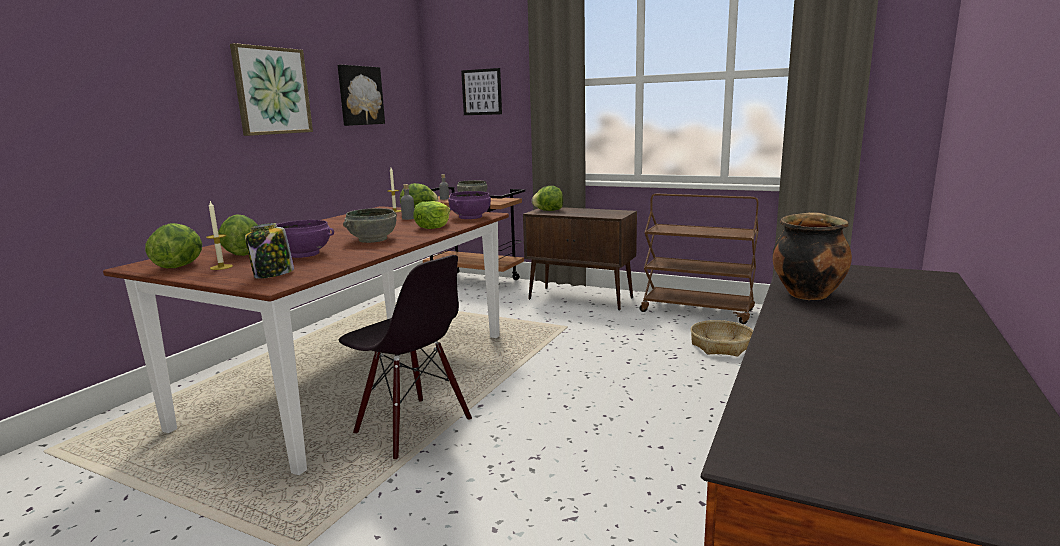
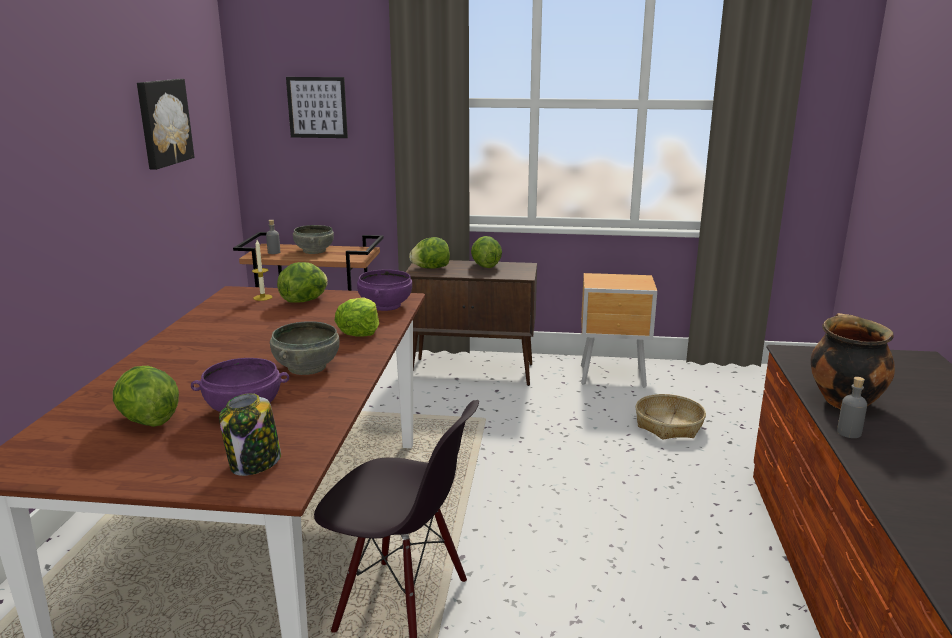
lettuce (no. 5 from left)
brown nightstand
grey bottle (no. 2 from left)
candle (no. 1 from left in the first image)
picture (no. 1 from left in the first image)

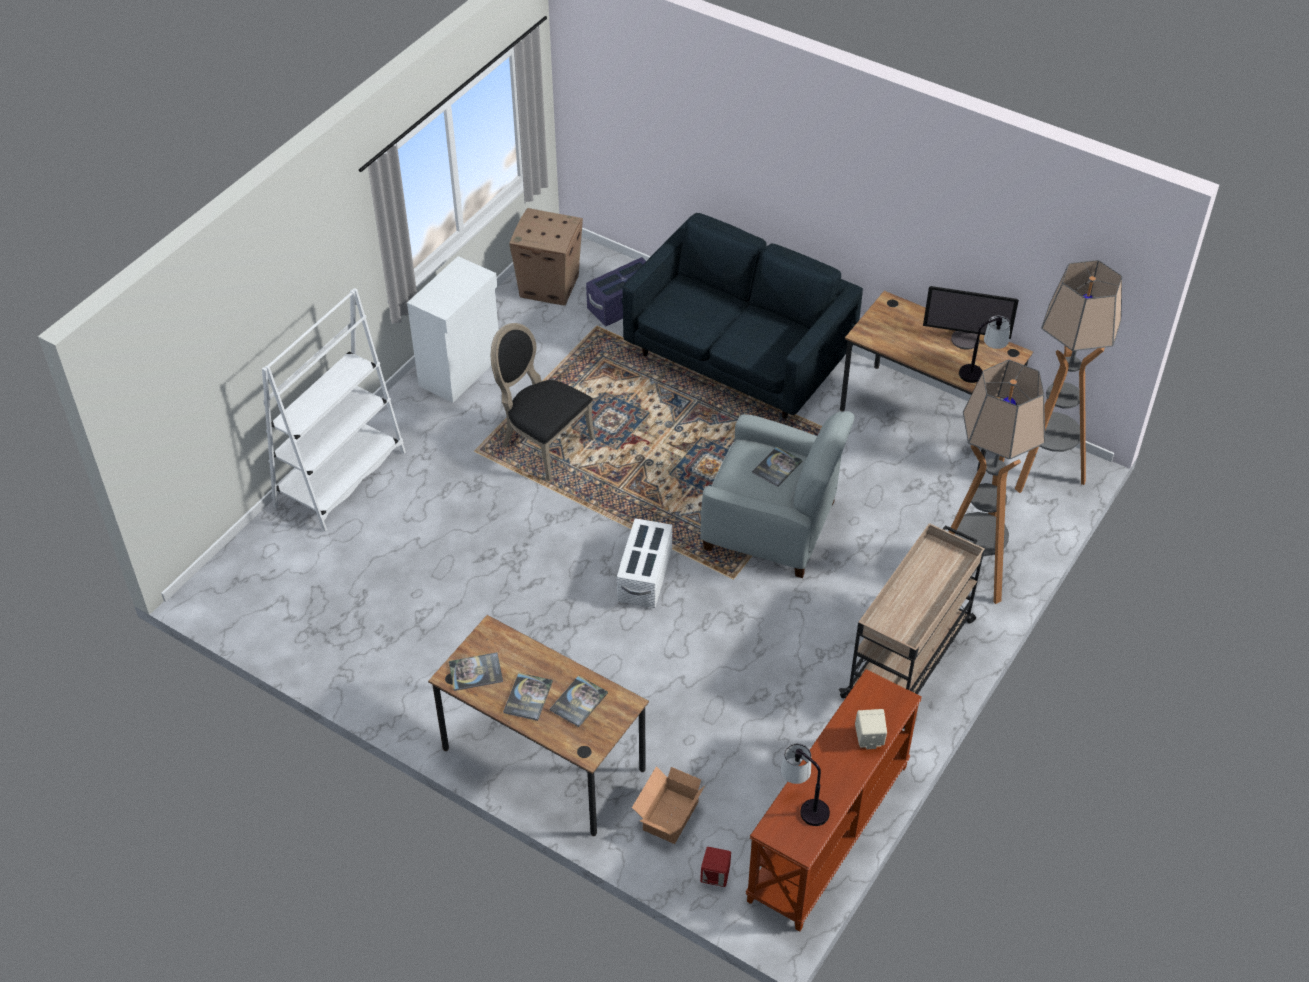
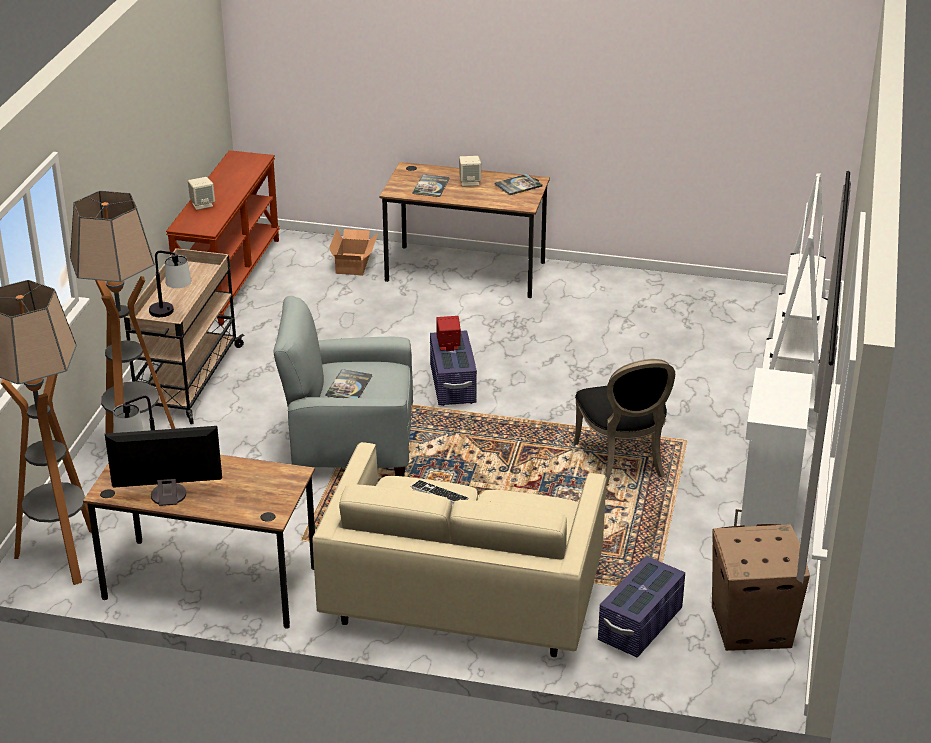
table lamp (no. 2 from left)
beige sofa
keyboard
purple storage box (no. 1 from left)
red speaker
beige speaker (no. 2 from left)
black chair

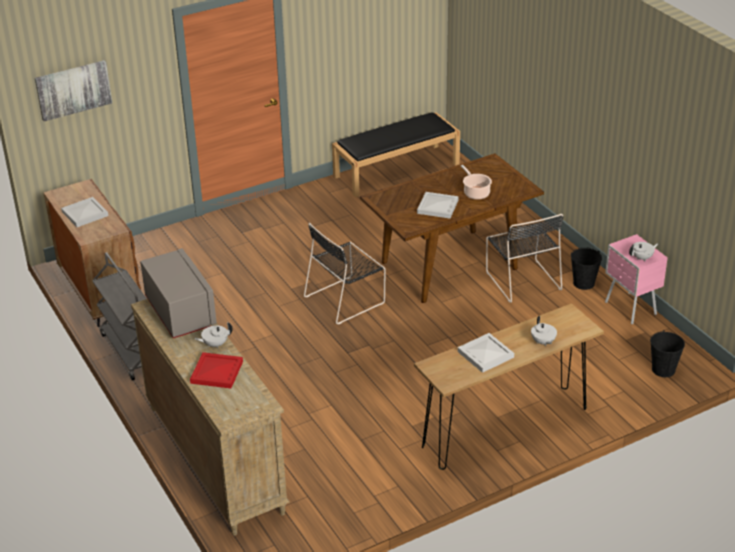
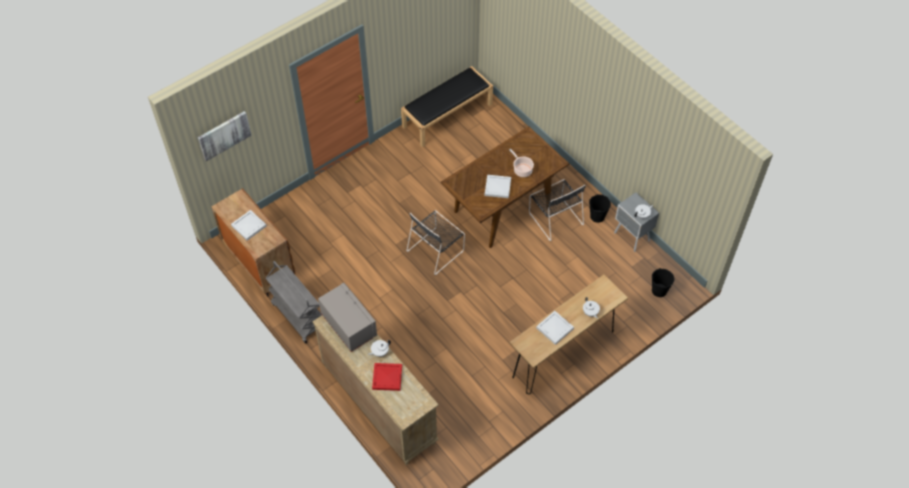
grey nightstand

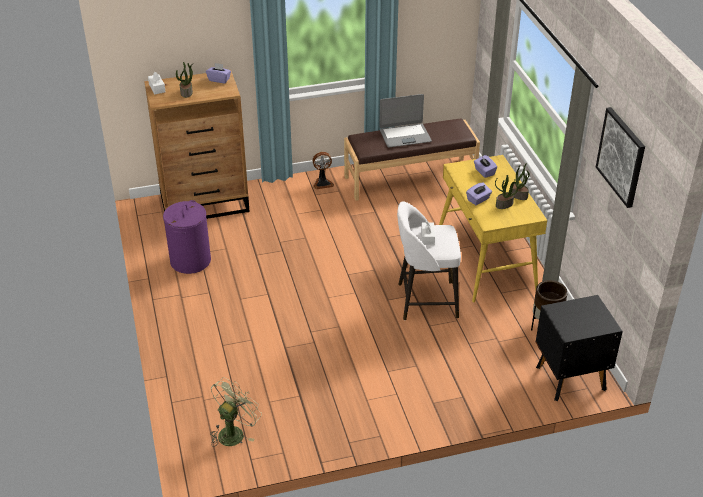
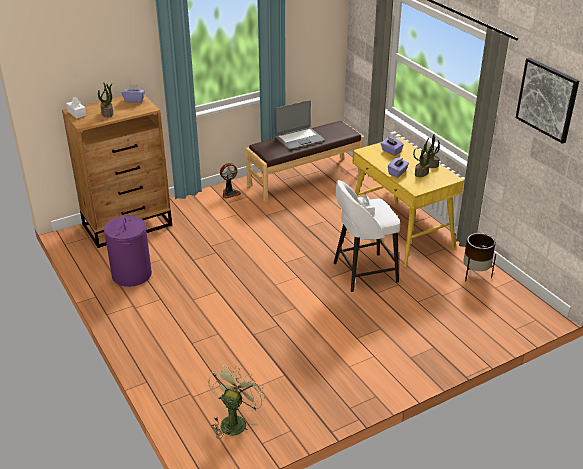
black nightstand

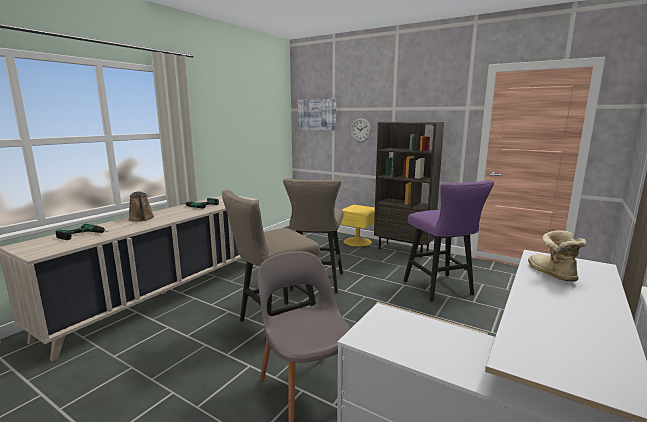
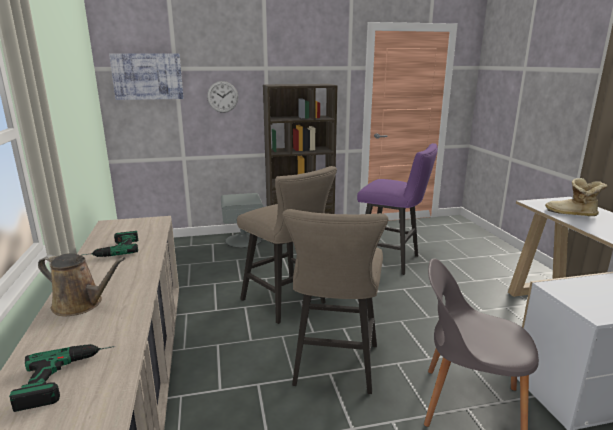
grey nightstand

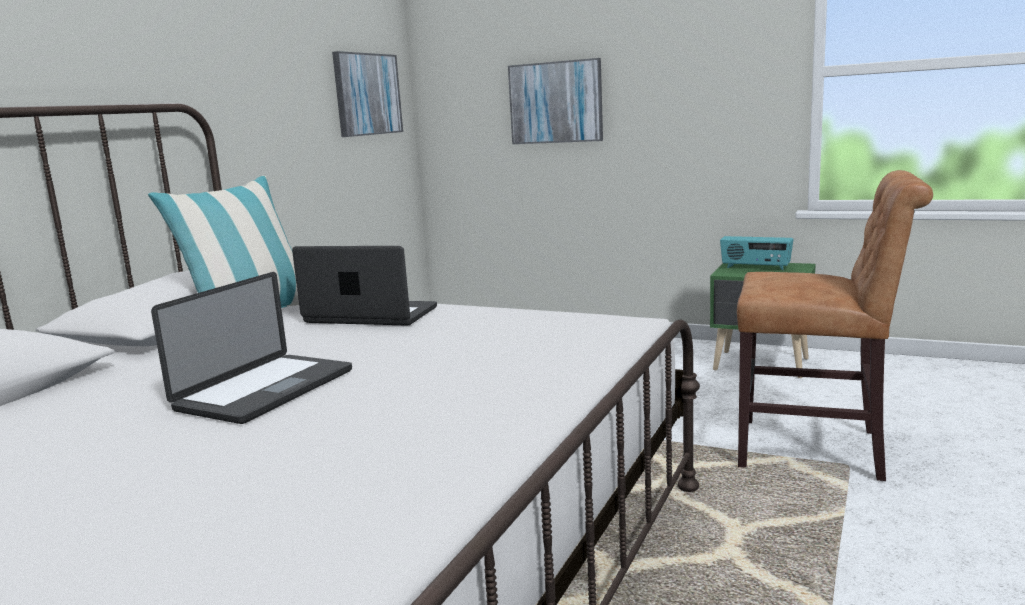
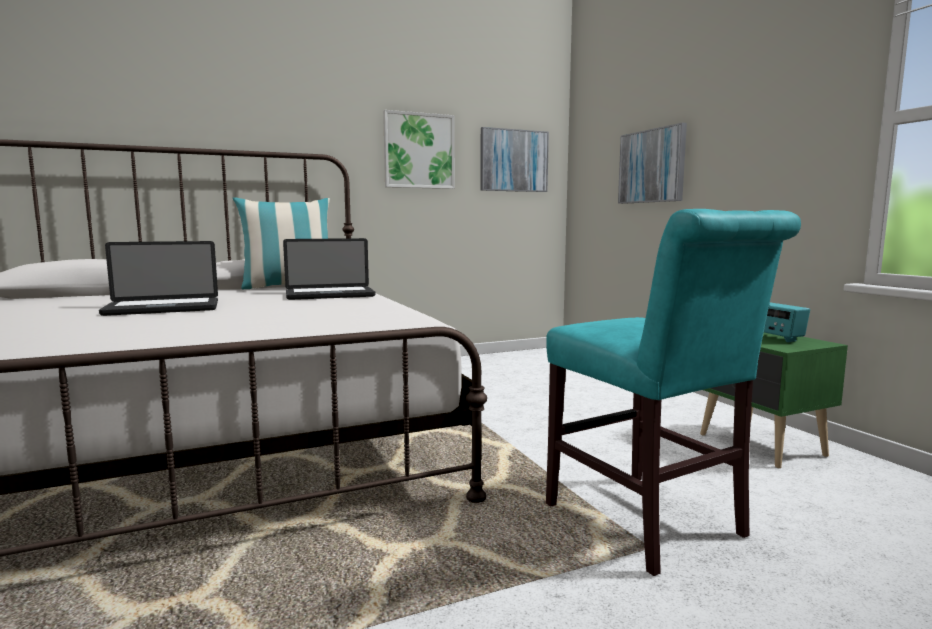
laptop (no. 2 from left)
picture (no. 1 from left)
turquoise chair

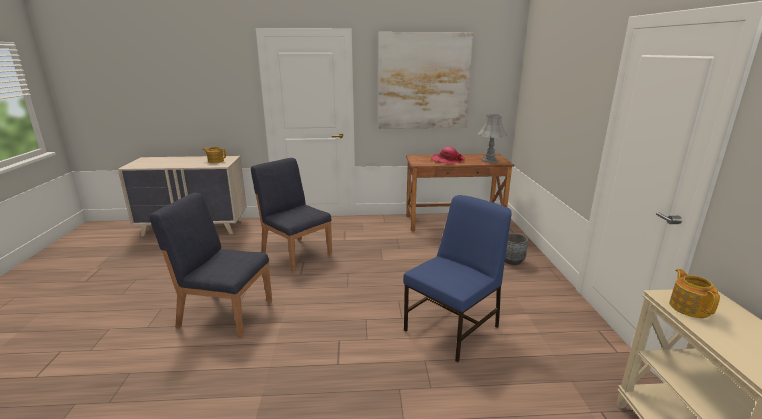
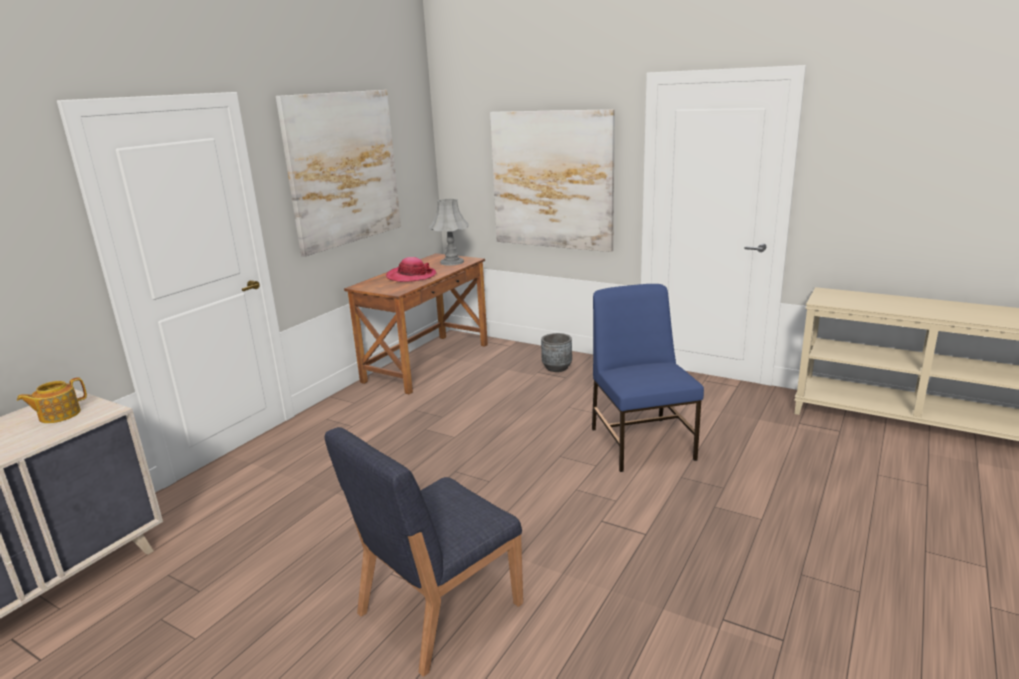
picture (no. 2 from left)
blue chair (no. 2 from left in the first image)
teapot (no. 2 from left in the first image)

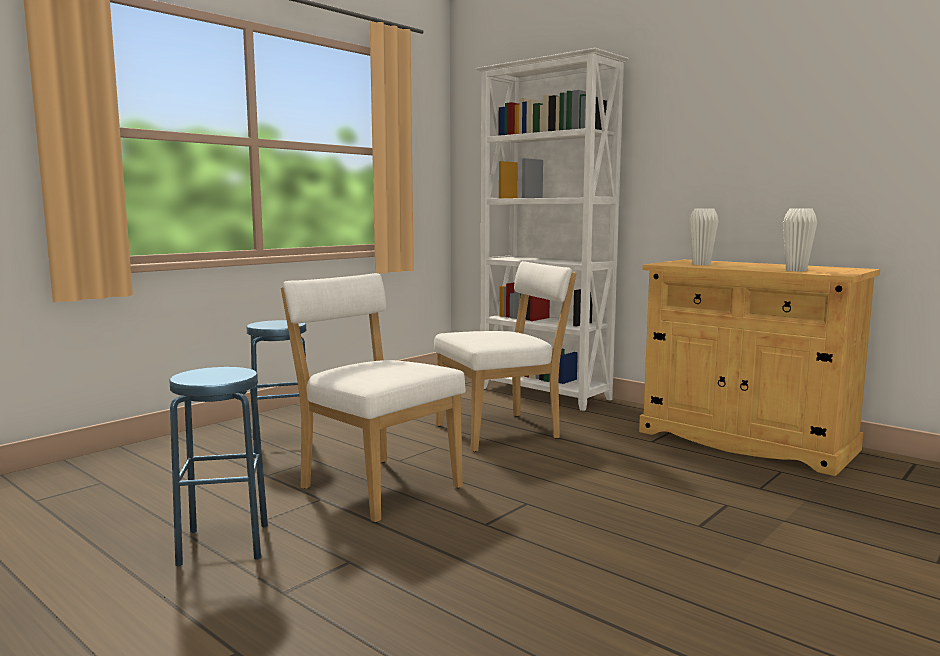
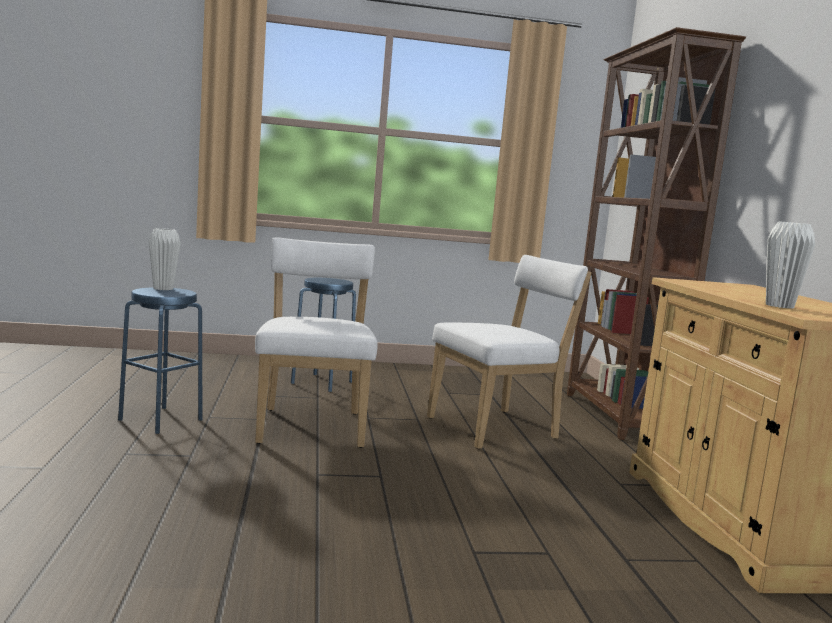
white vase (no. 1 from left)
white chair (no. 2 from left)
brown bookcase

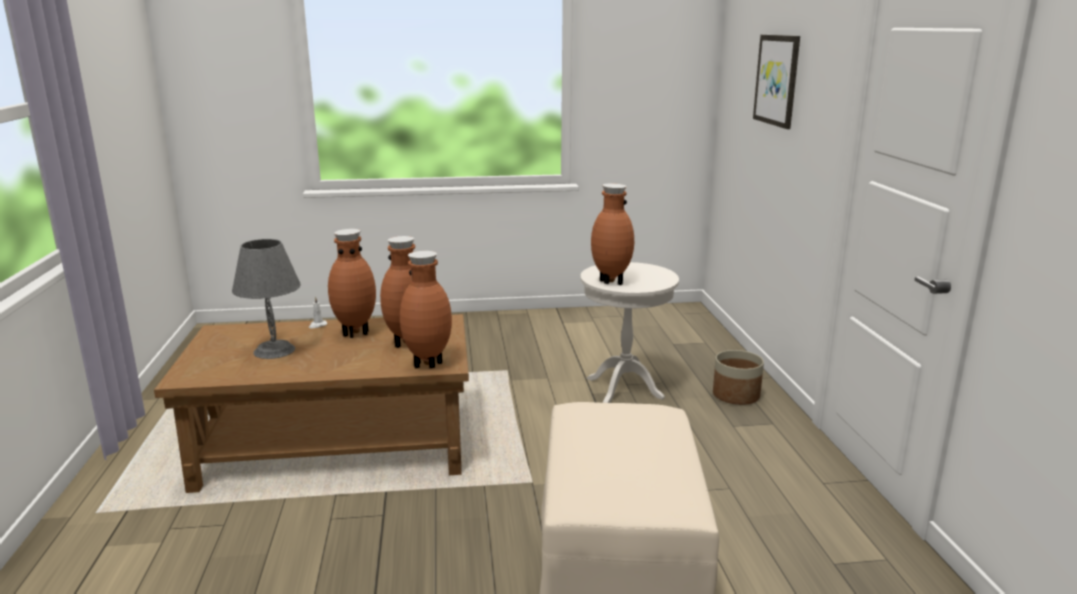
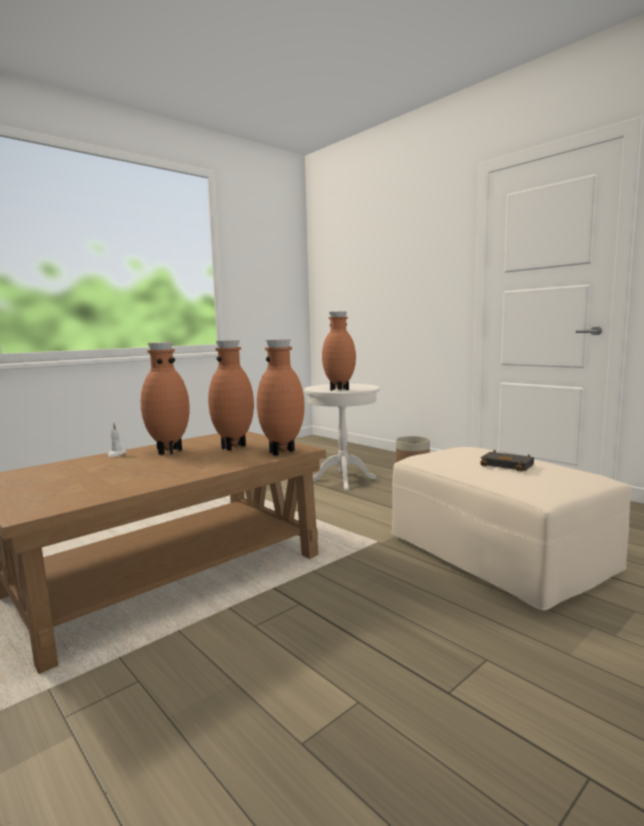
black book
grey table lamp
picture

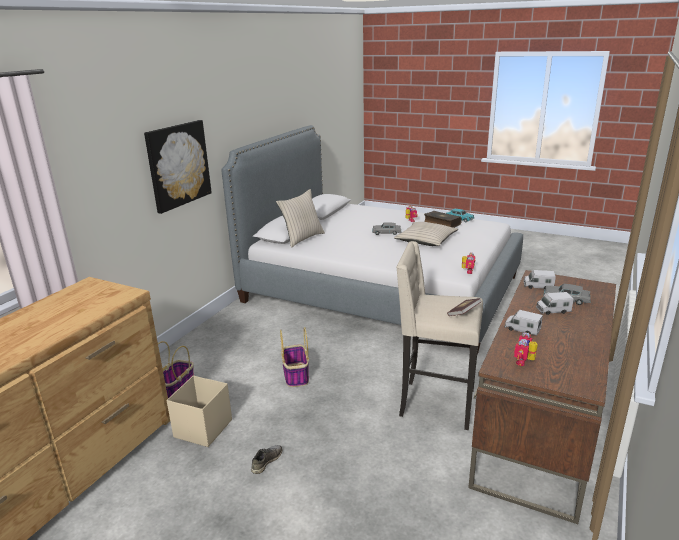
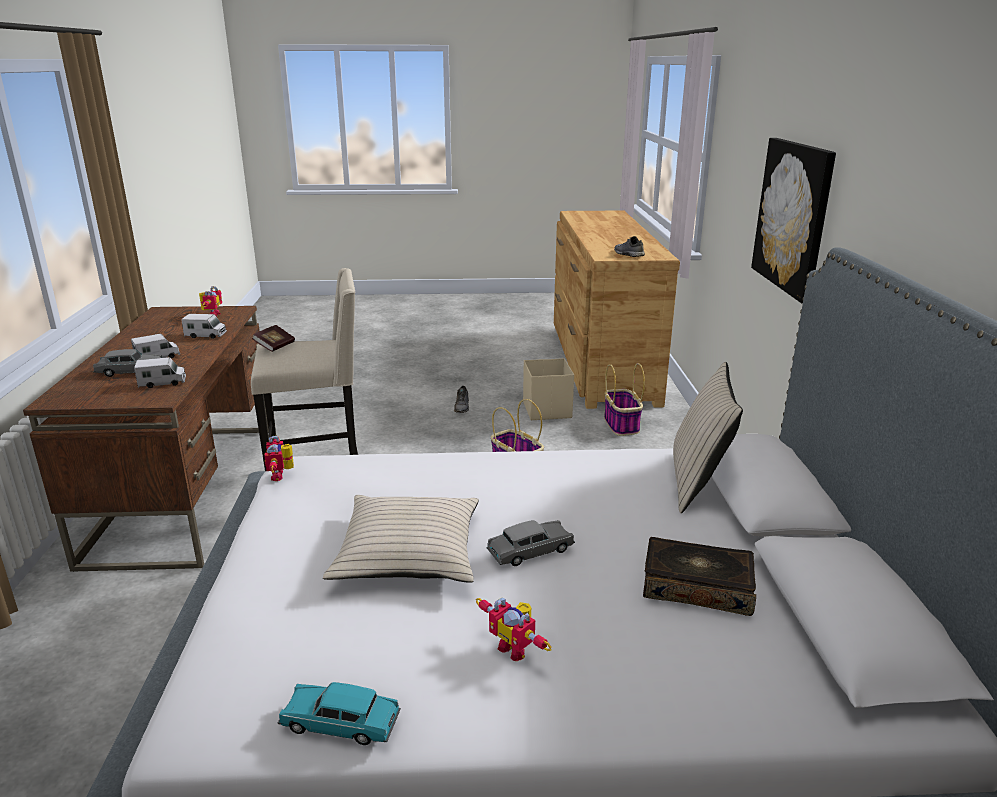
grey shoe (no. 2 from left)
book (no. 2 from left)

